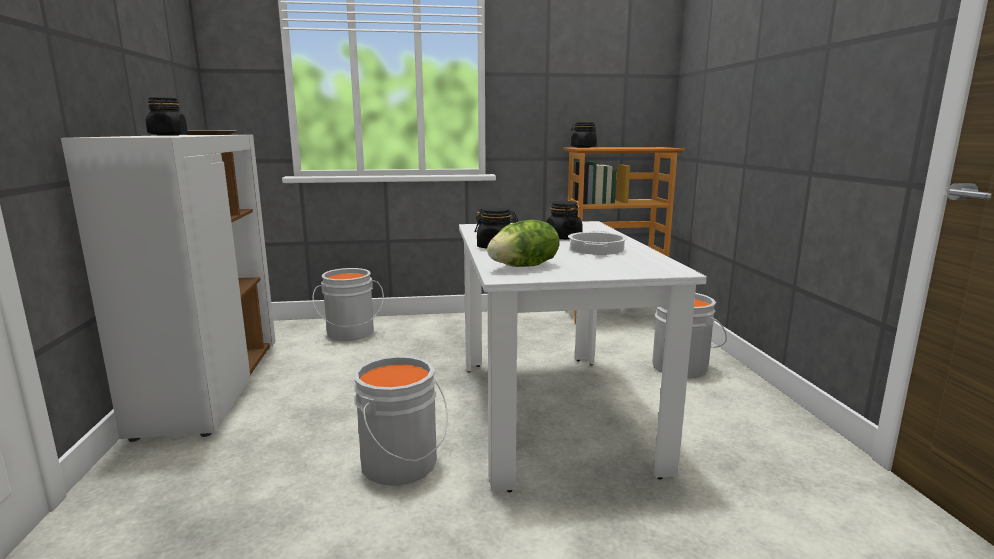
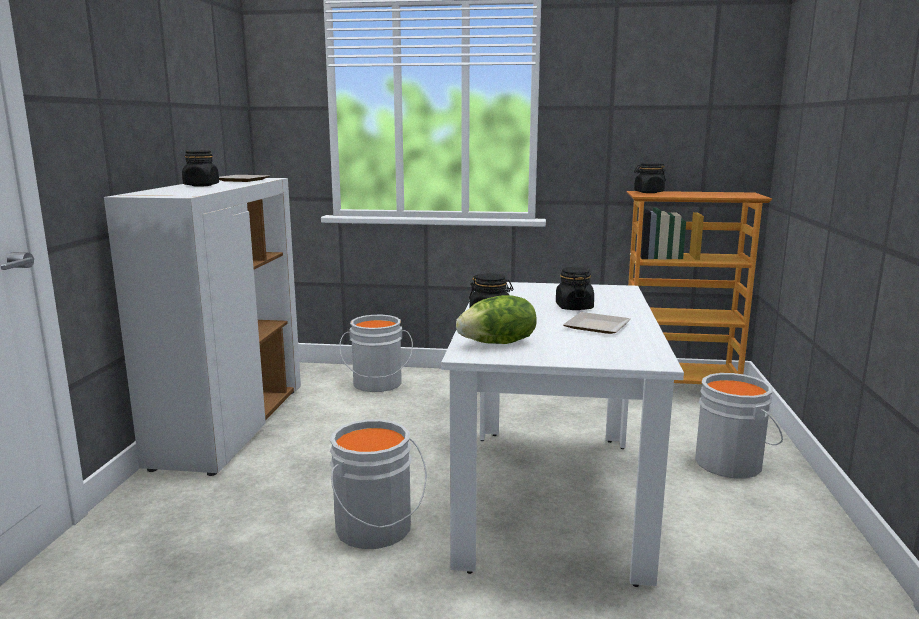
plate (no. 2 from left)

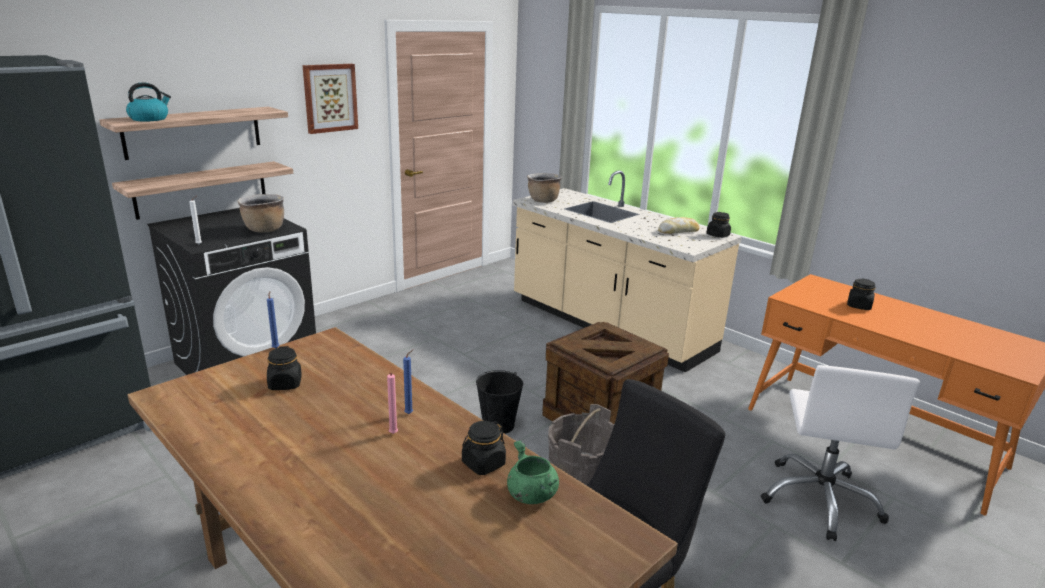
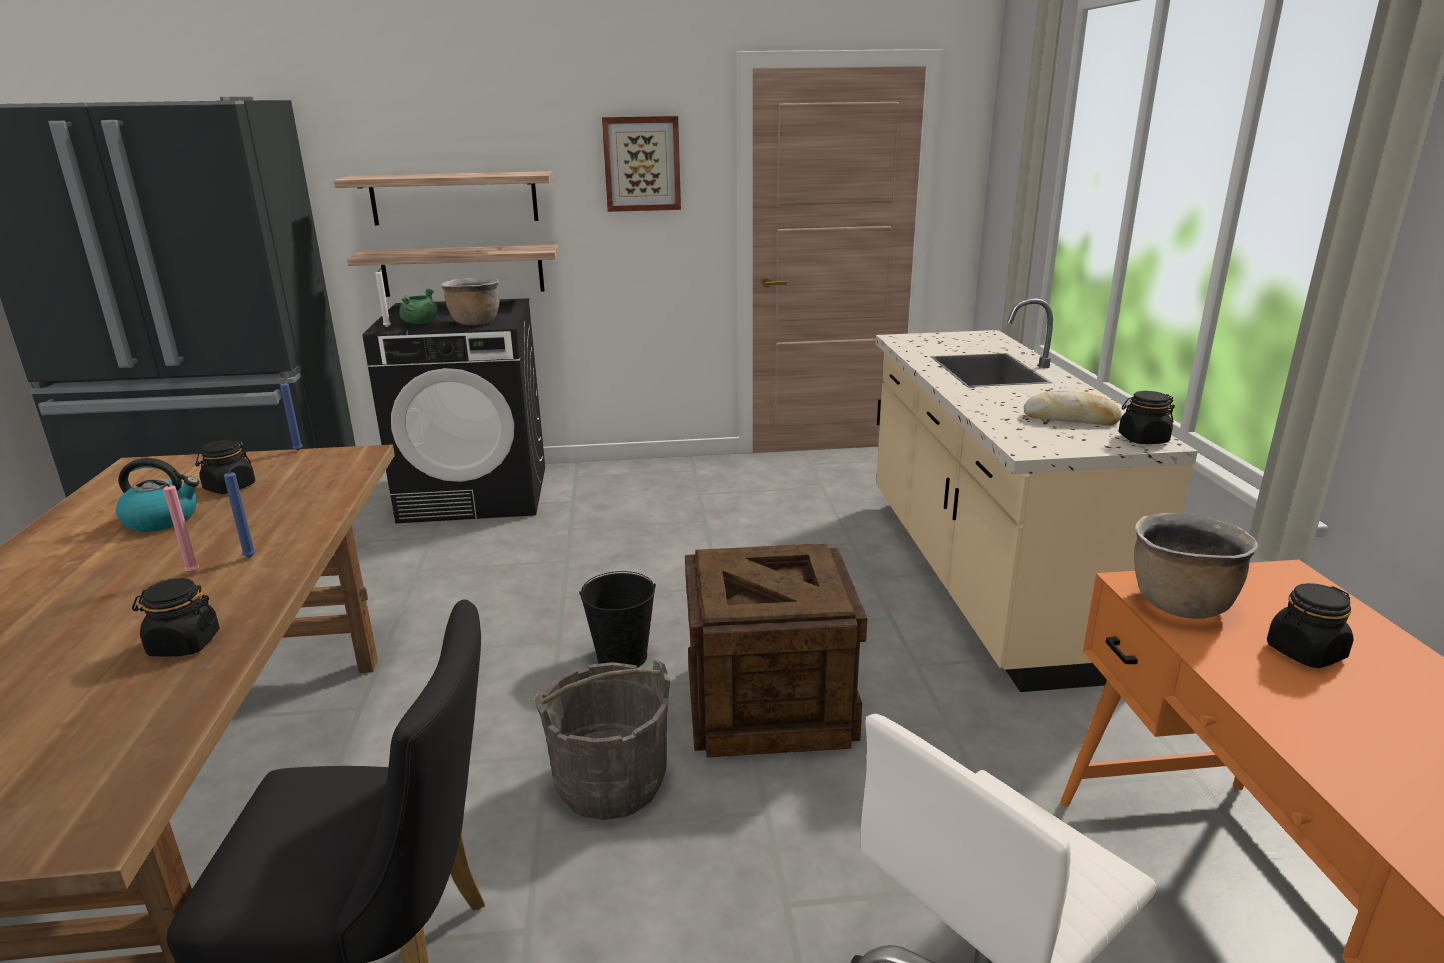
kettle
green cooking pot
brown cooking pot (no. 2 from left)

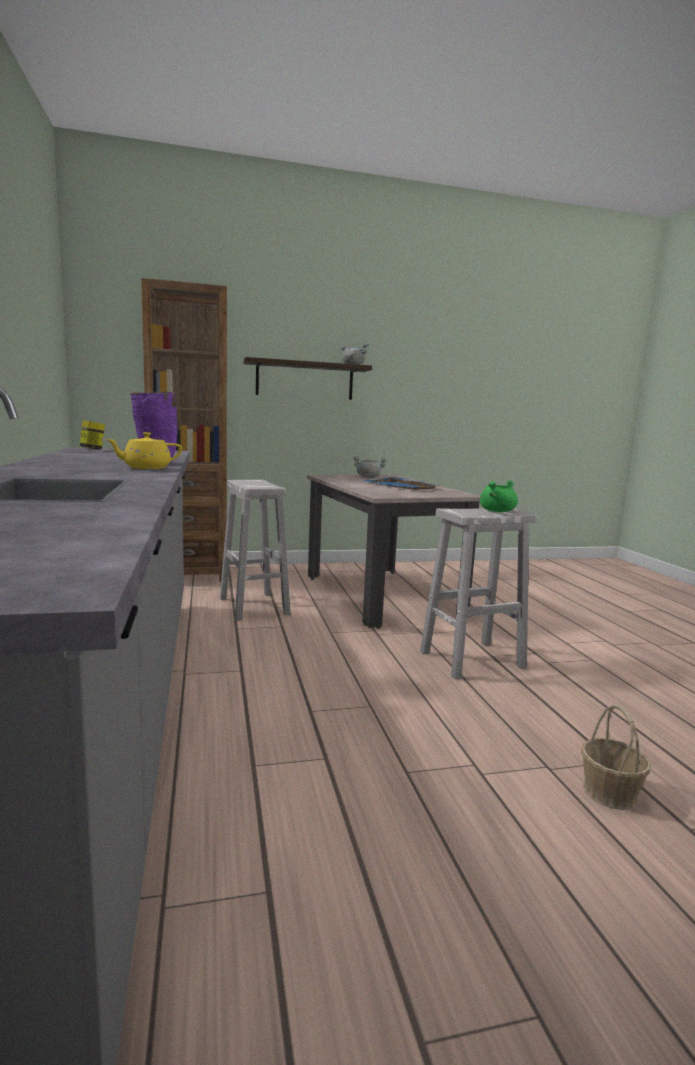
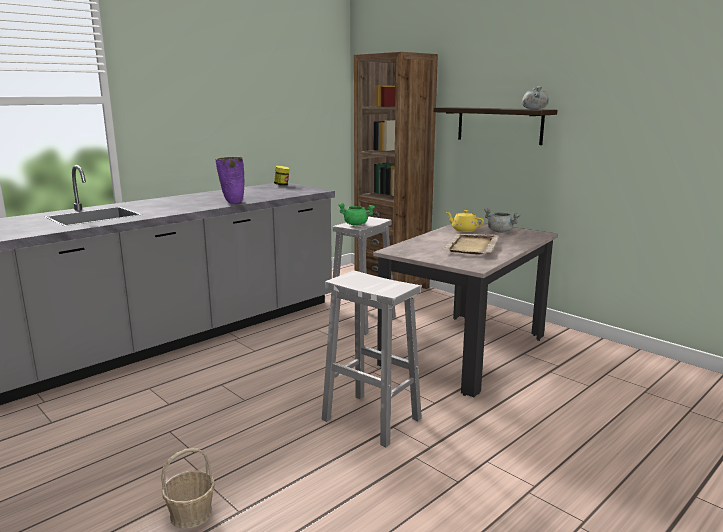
green cooking pot
beige tray
yellow teapot

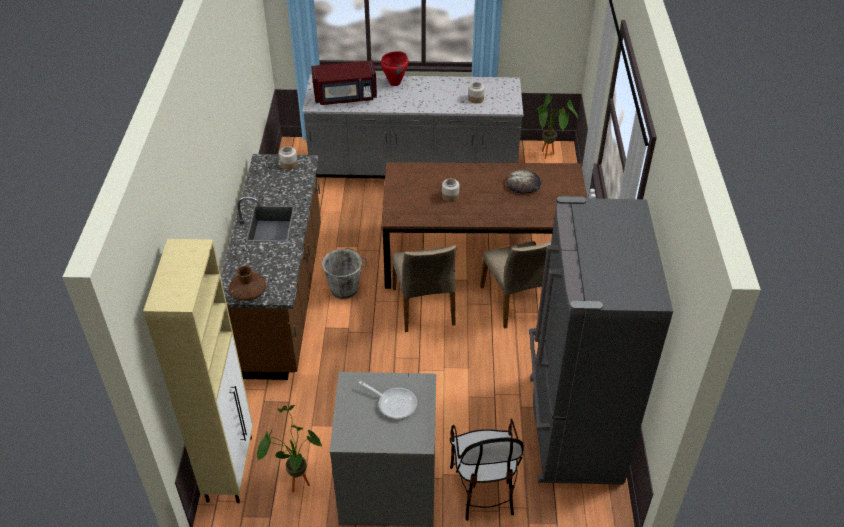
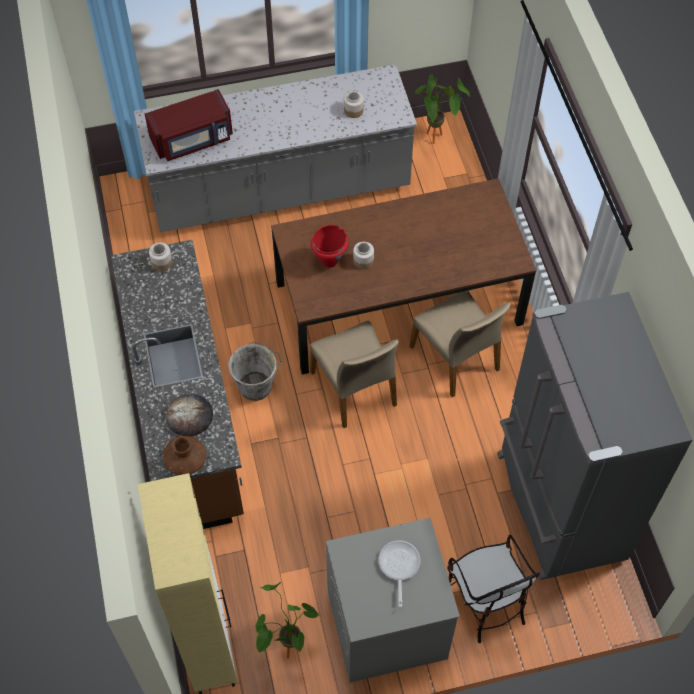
bread
red cooking pot
frying pan

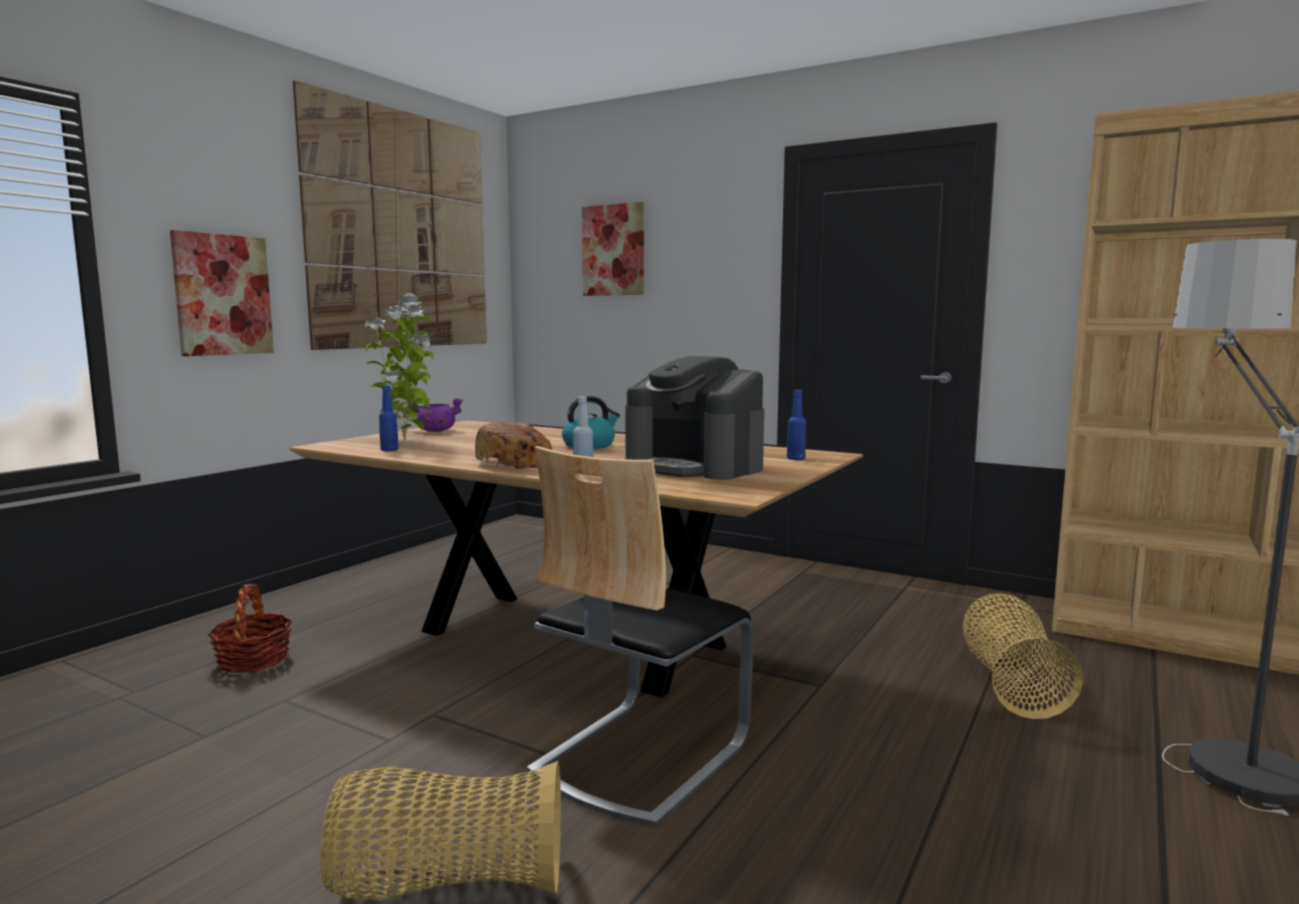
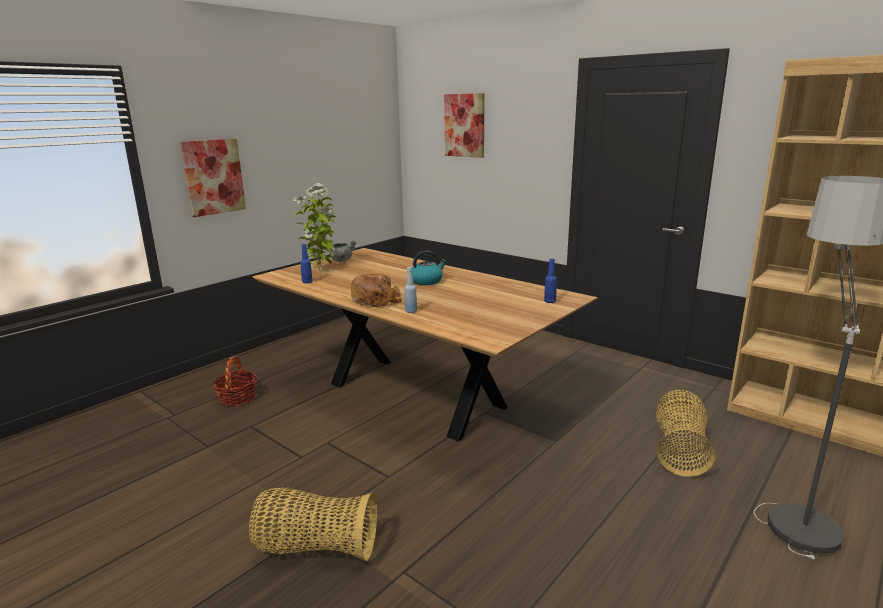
grey cooking pot
picture (no. 2 from left in the first image)
chair
coffee machine

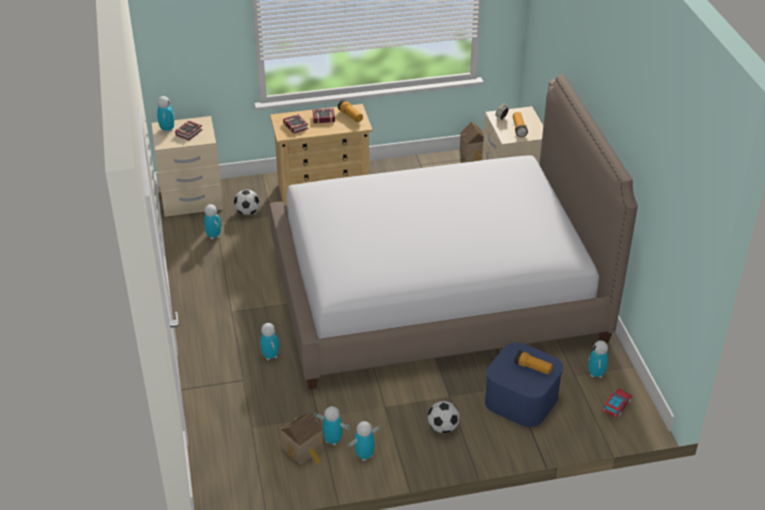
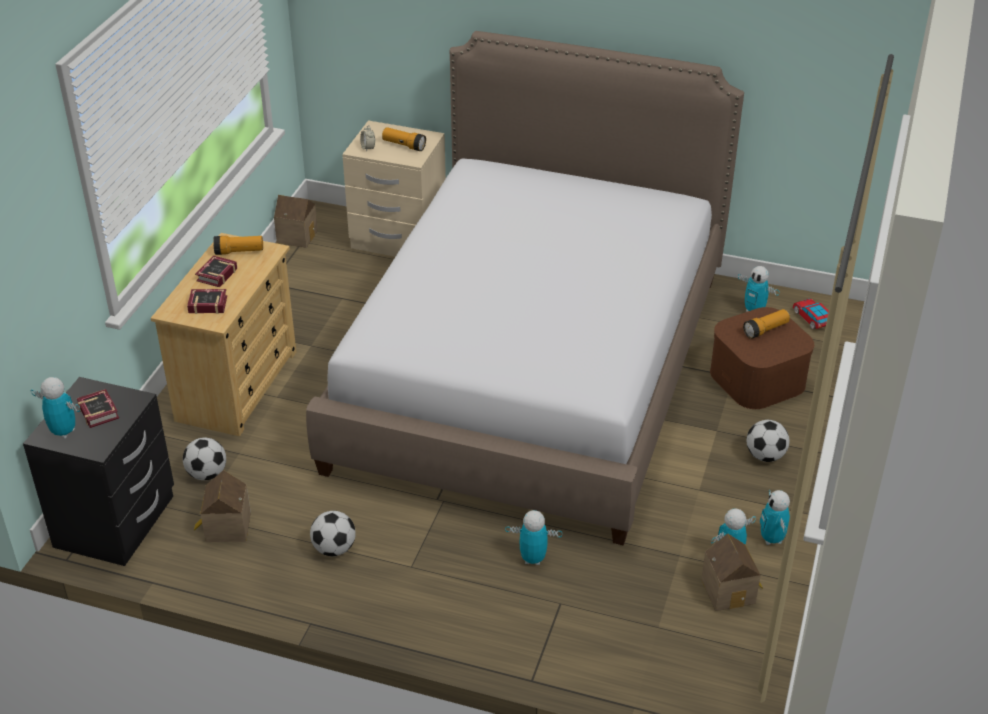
black nightstand
toy house (no. 1 from left)
football (no. 2 from left)
brown storage box

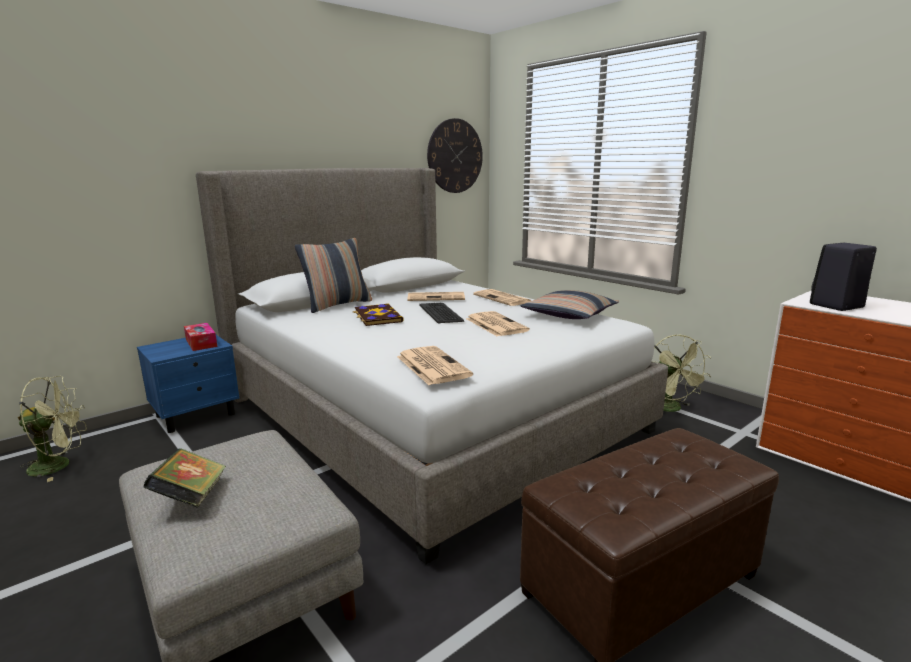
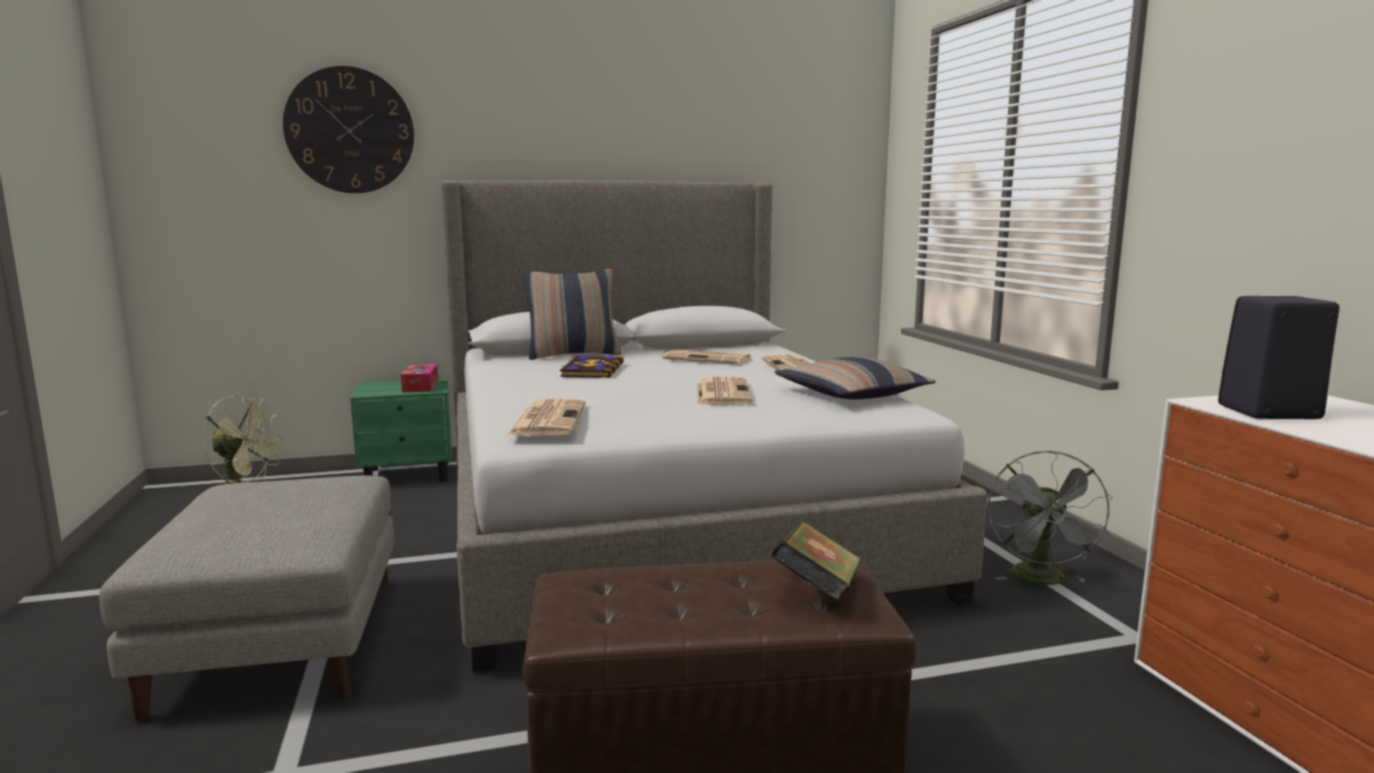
wall clock
green nightstand
book (no. 2 from left)
grey fan
keyboard

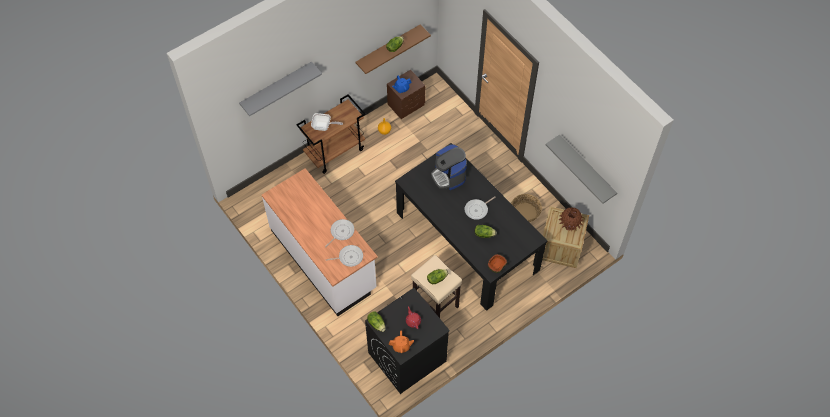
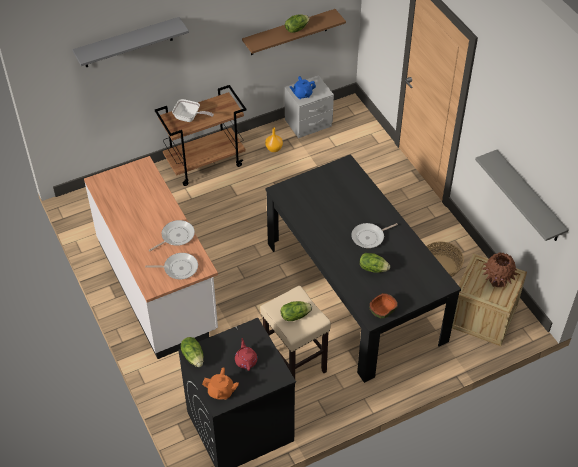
grey nightstand
coffee machine

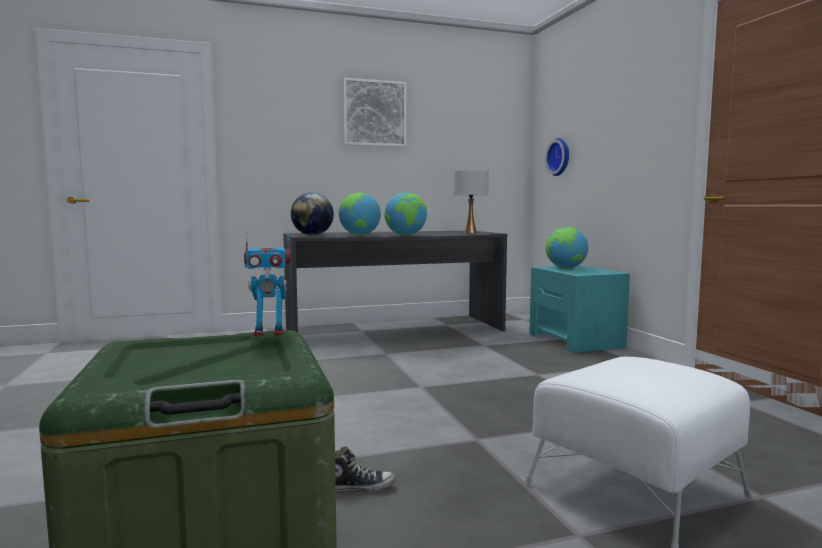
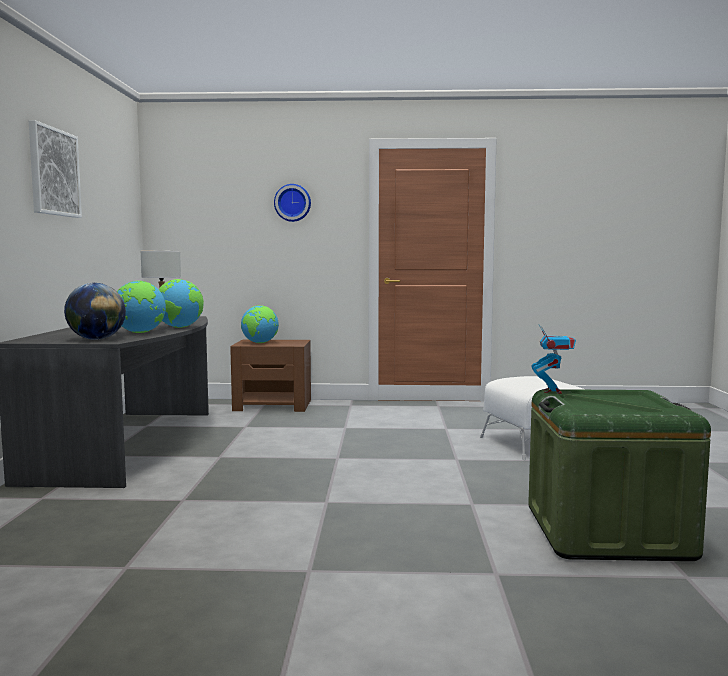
brown nightstand
wall clock
shoe

